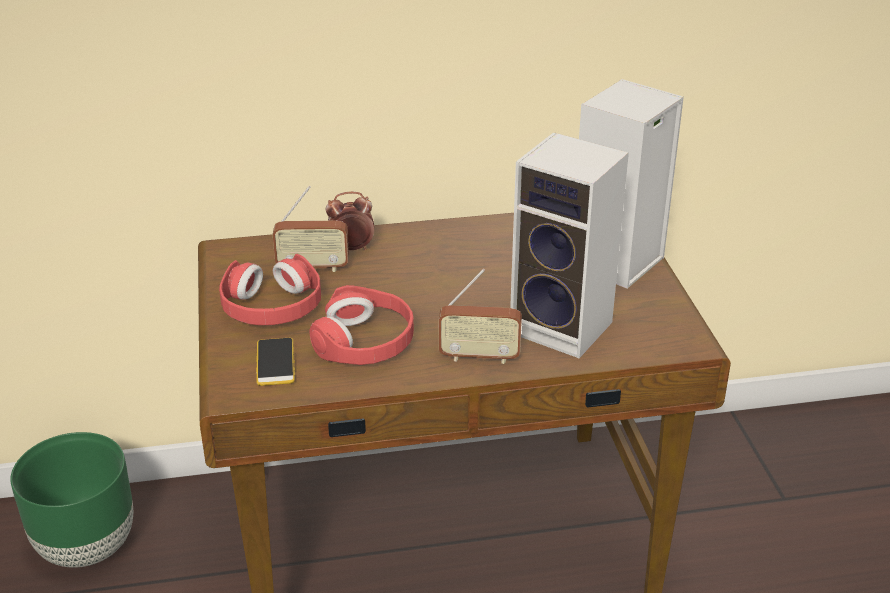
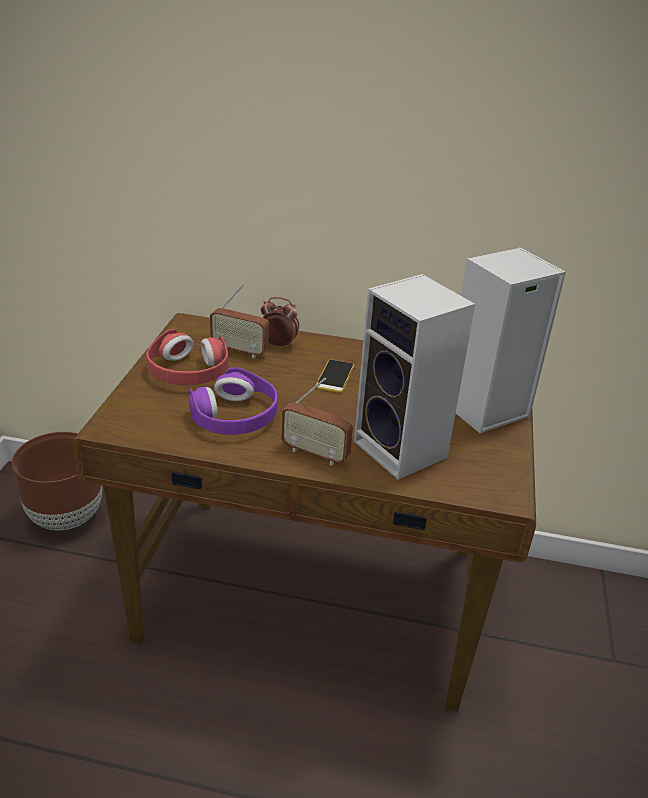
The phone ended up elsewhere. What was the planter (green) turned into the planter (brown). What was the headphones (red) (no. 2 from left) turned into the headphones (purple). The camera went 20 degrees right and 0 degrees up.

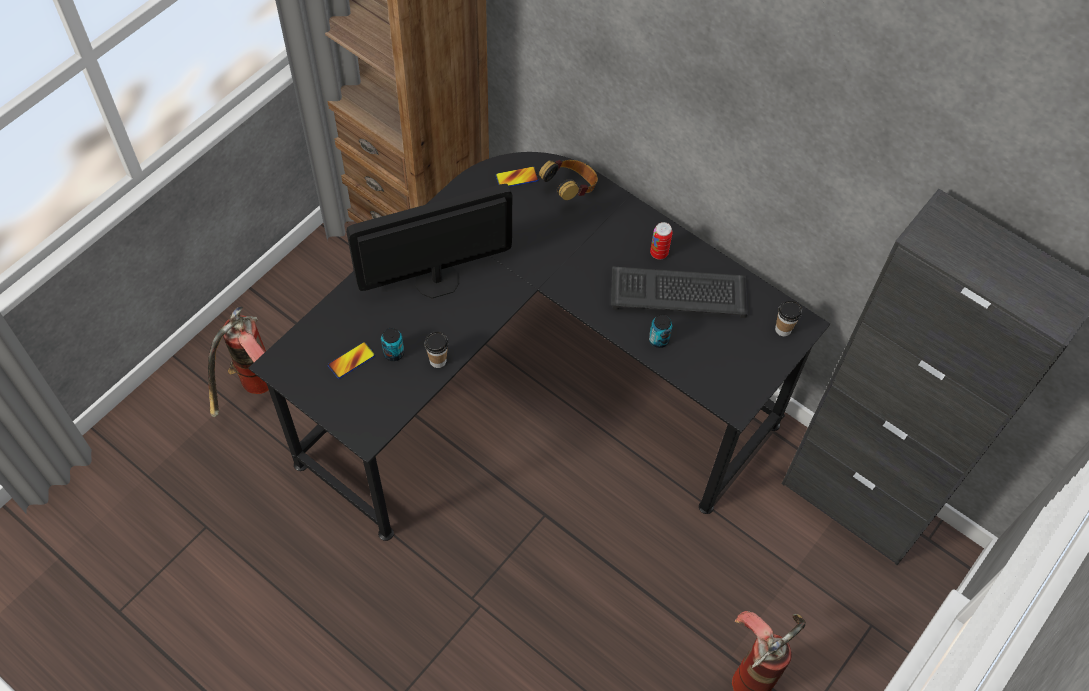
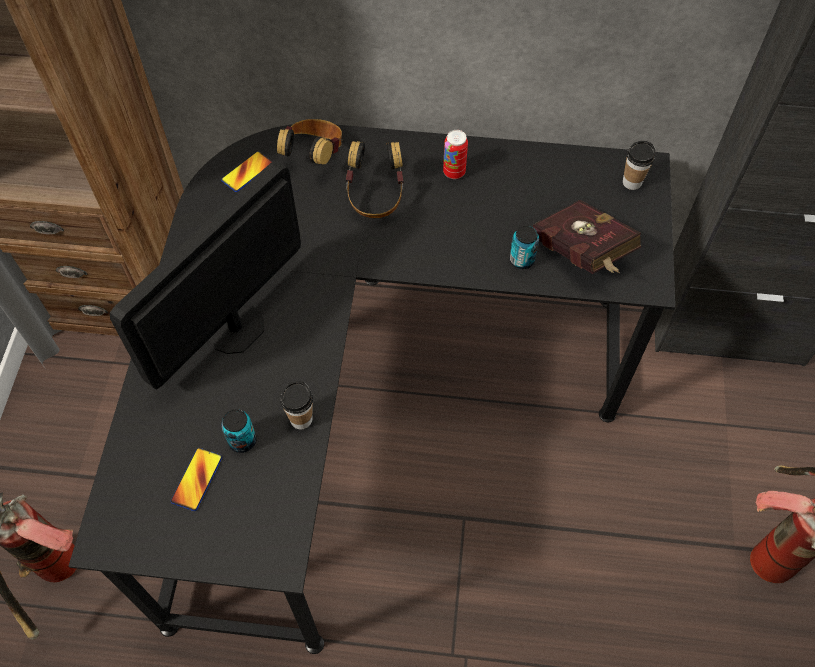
The second view lost the keyboard. The second view gained the headphones (no. 2 from left). The second view gained the book (red). The camera went 30 degrees left and 0 degrees up.

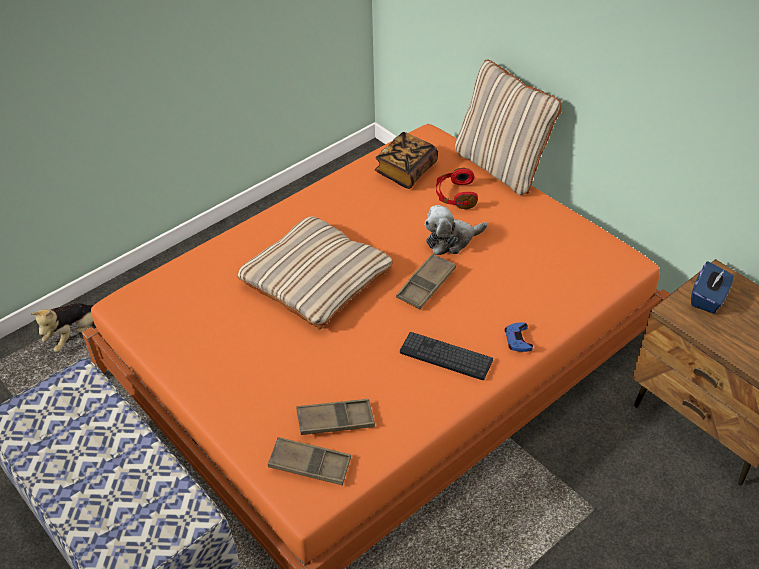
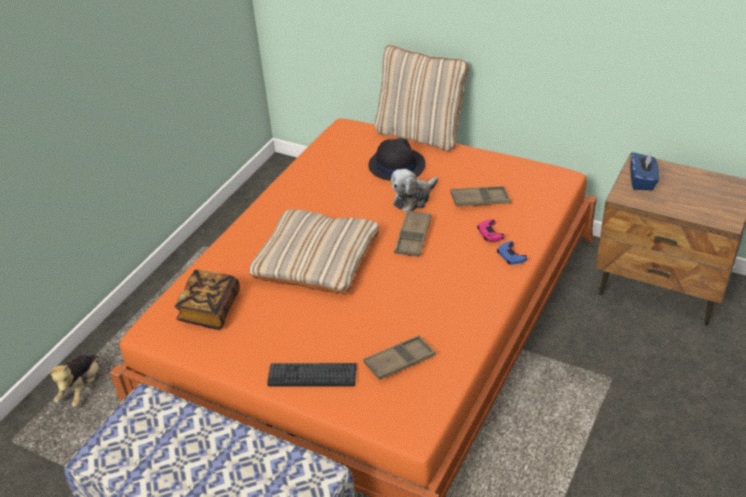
The second view gained the game controller (pink). The tray (brown) (no. 1 from left in the first image) ended up elsewhere. The book ended up elsewhere. The keyboard ended up elsewhere. Where the headphones (red) stood, the hat (black) came to stand. The camera went 20 degrees left and 5 degrees down.

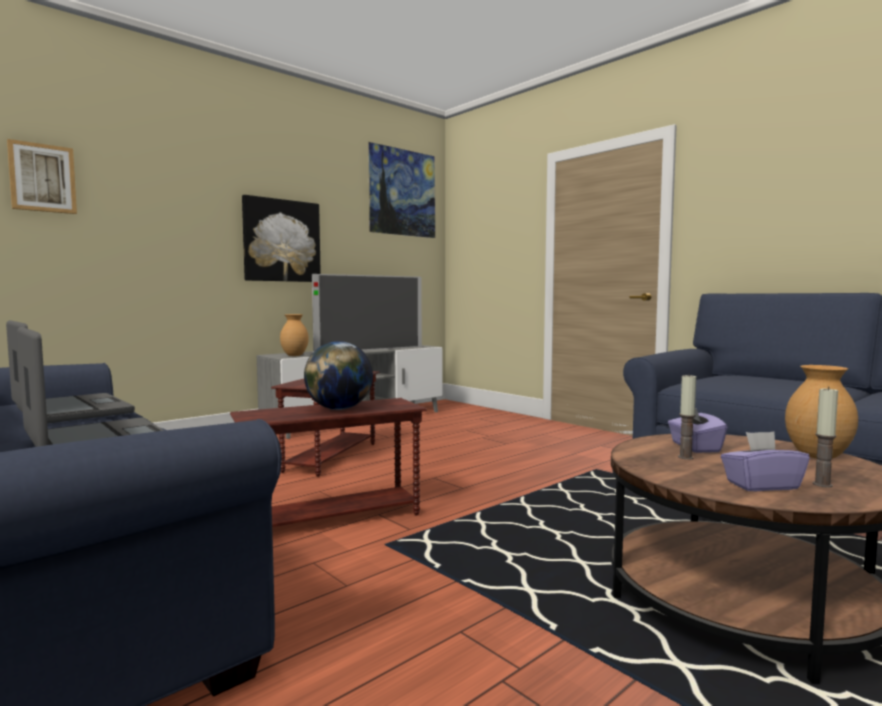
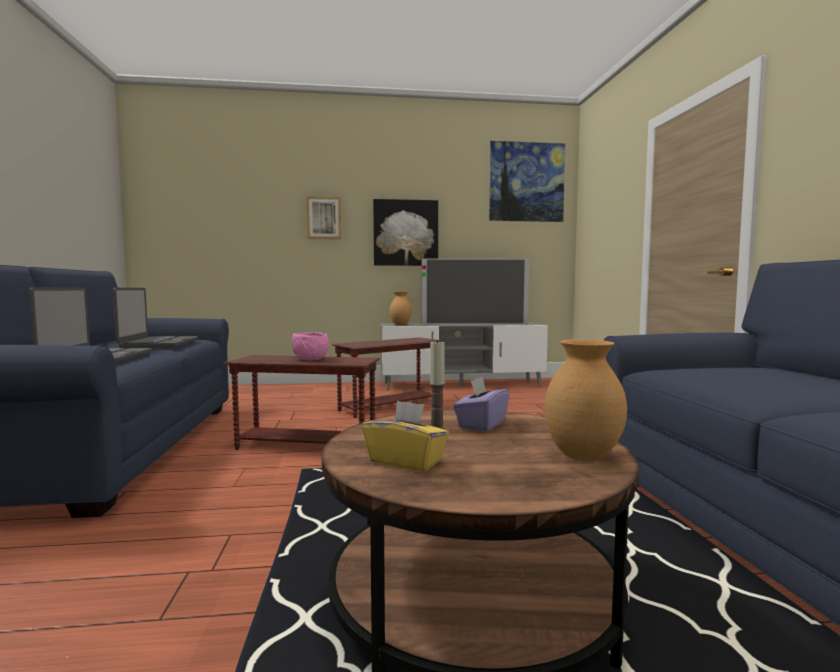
The second view lost the candle (no. 2 from left). The picture (no. 1 from left) ended up elsewhere. Where the globe stood, the bowl (pink) came to stand. What was the tissue box (purple) (no. 2 from left) turned into the tissue box (yellow). The camera went 35 degrees right and 0 degrees up.

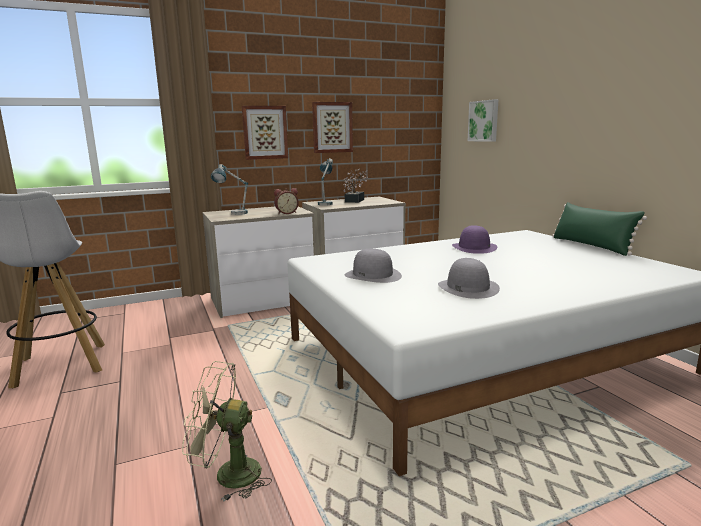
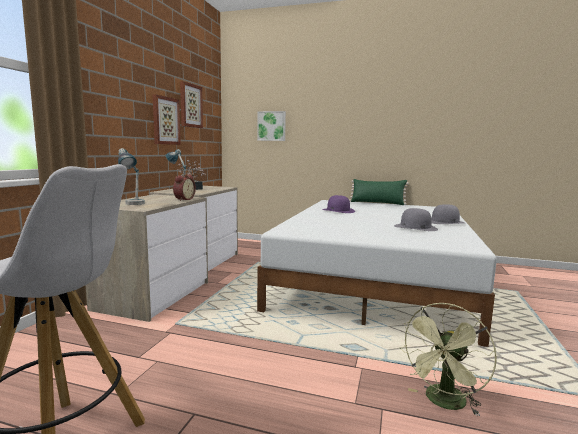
The picture (no. 1 from left in the first image) ended up elsewhere. The hat (grey) (no. 1 from left in the first image) ended up elsewhere. The camera went 50 degrees left and 5 degrees down.

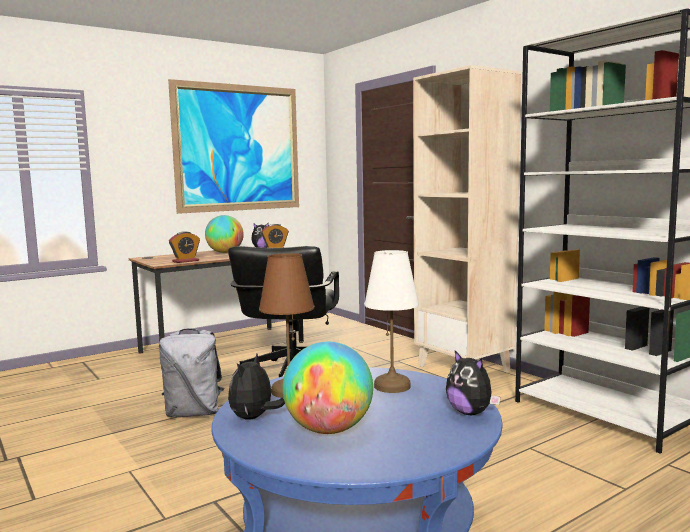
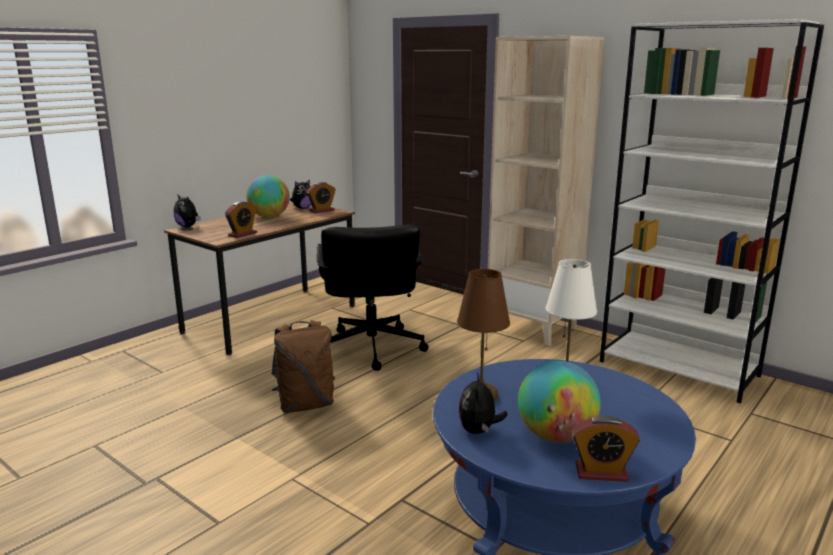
The second view lost the picture. The second view gained the alarm clock (no. 3 from left). The plush toy (no. 3 from left in the first image) ended up elsewhere. What was the backpack (grey) turned into the backpack (brown). The camera went 15 degrees left and 10 degrees up.

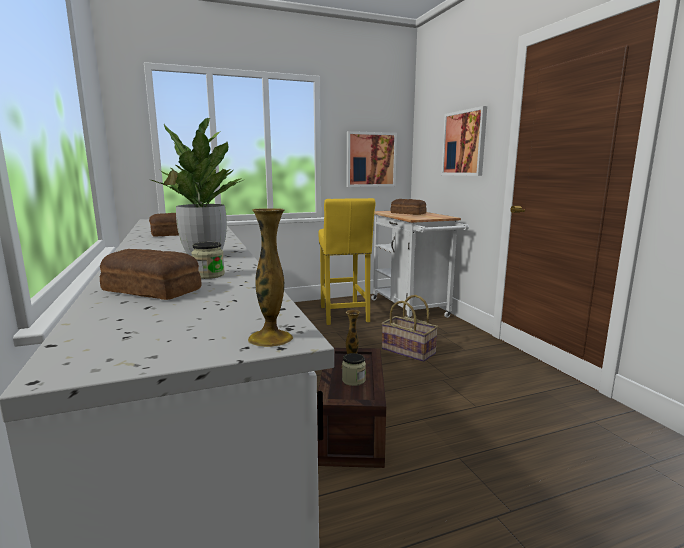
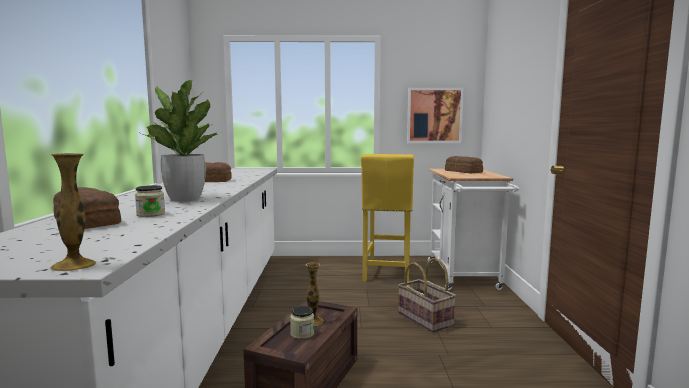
The second view lost the picture (no. 2 from left). The camera went 20 degrees right and 5 degrees down.

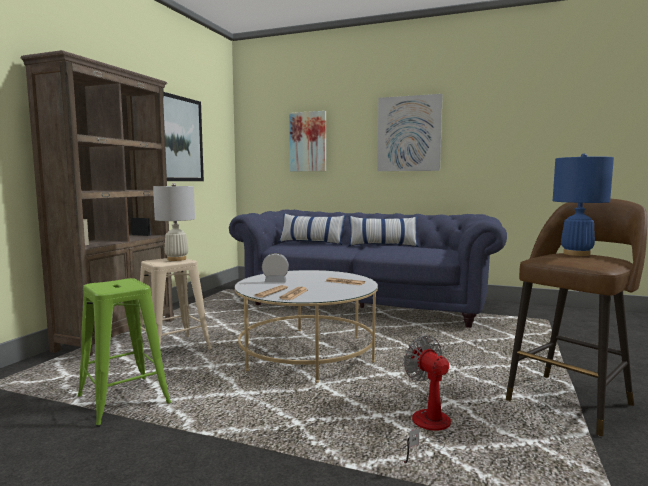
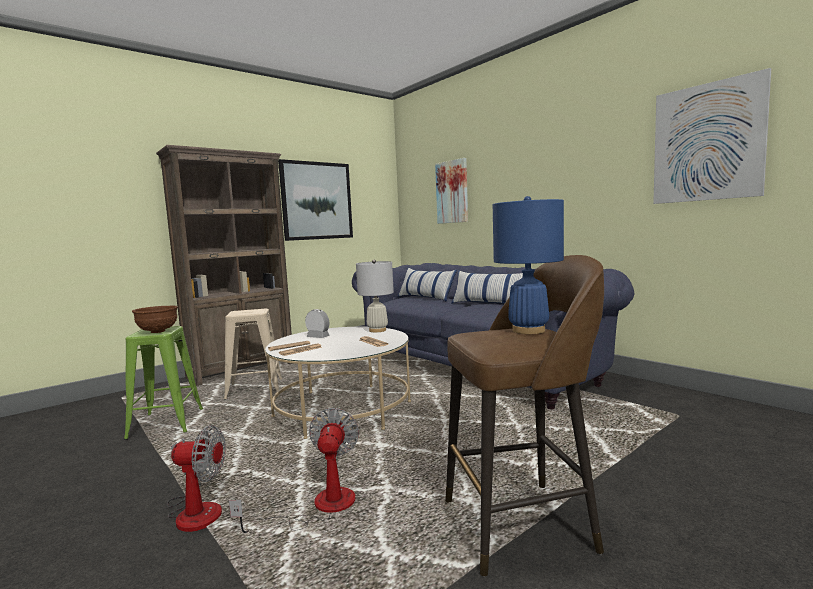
The second view gained the bowl (brown). The second view gained the fan (no. 1 from left). The table lamp (white) ended up elsewhere. The picture (no. 3 from left) ended up elsewhere. The camera went 30 degrees right and 0 degrees up.

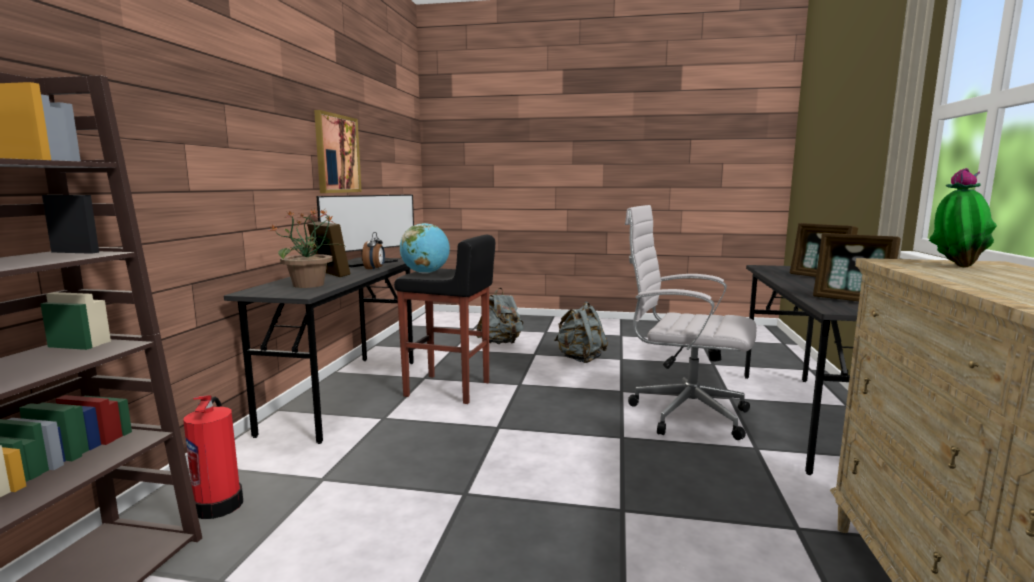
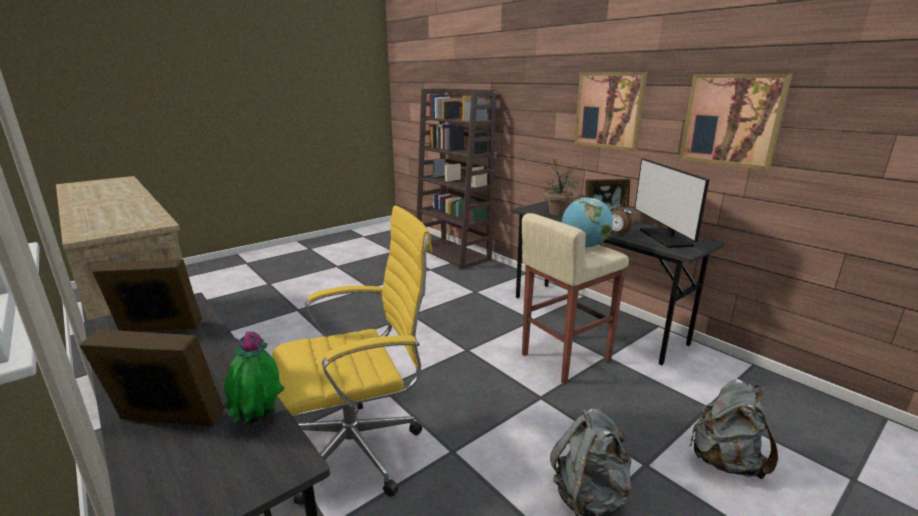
The second view lost the fire extinguisher. The second view gained the picture (no. 1 from left). The potted plant (no. 2 from left in the first image) ended up elsewhere. What was the stool (black) turned into the stool (beige). What was the office chair (white) turned into the office chair (yellow). The camera went 130 degrees right and 10 degrees up.

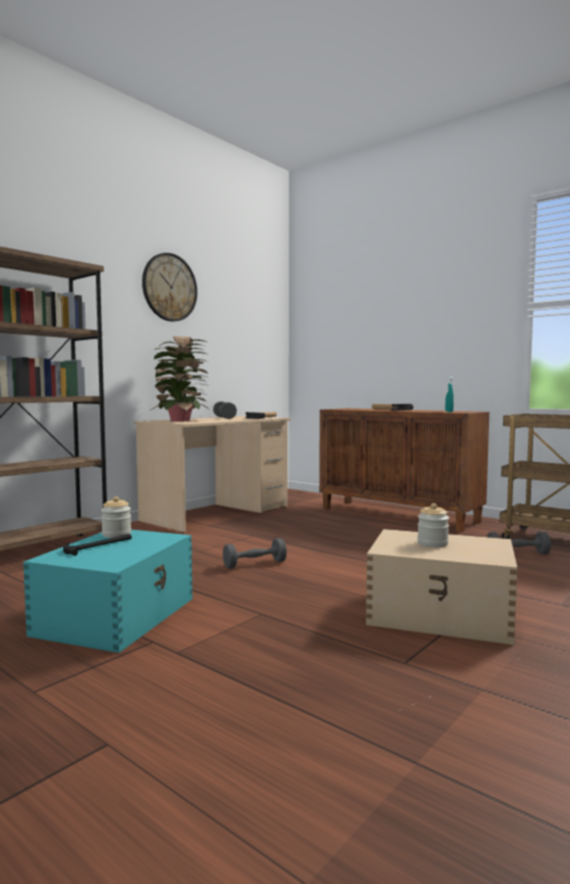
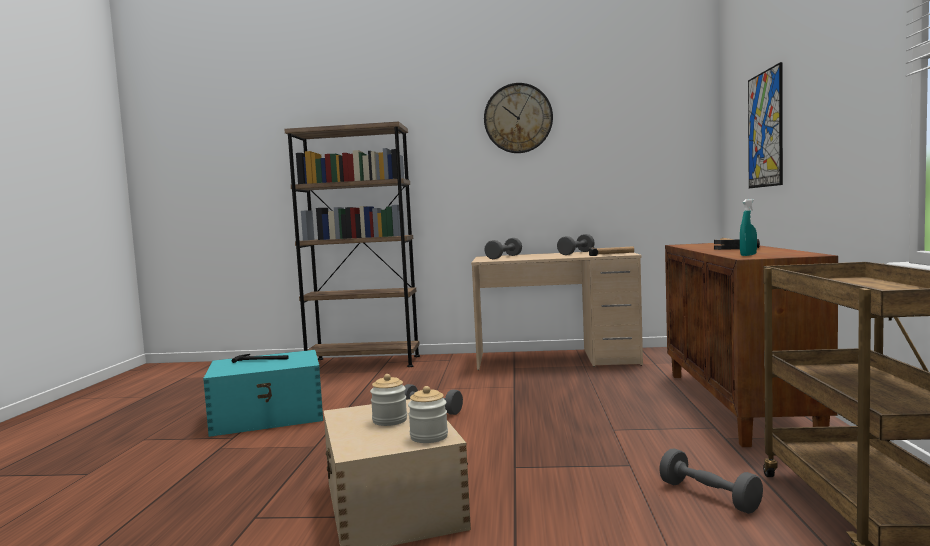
The second view gained the picture. The jar (no. 1 from left in the first image) ended up elsewhere. Where the potted plant stood, the dumbbell (grey) (no. 2 from left) came to stand. The camera went 55 degrees right and 0 degrees up.

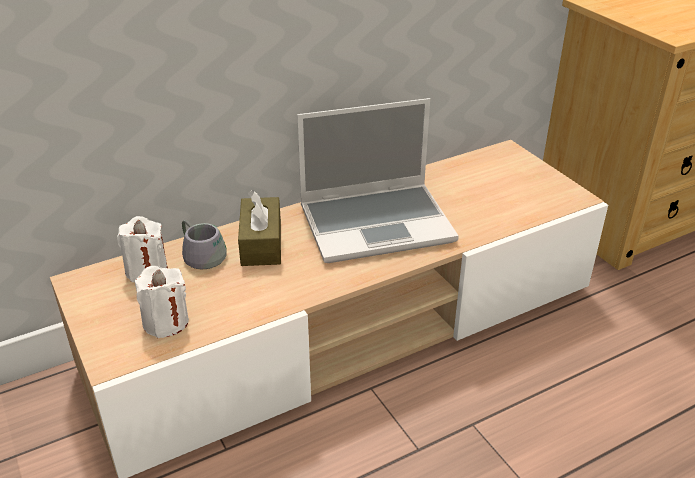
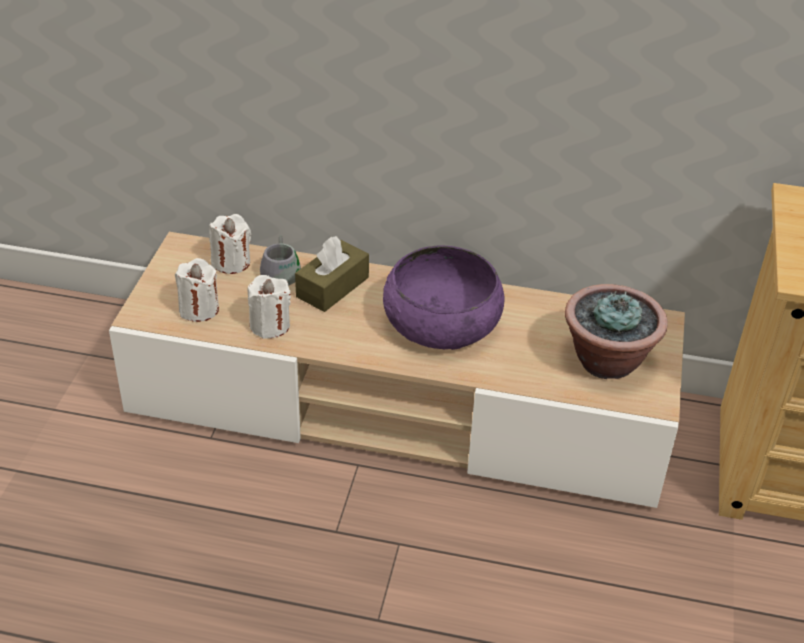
The second view gained the candle (white) (no. 3 from left). The second view gained the potted plant. Where the laptop stood, the bowl (purple) came to stand. The camera went 40 degrees right and 5 degrees up.

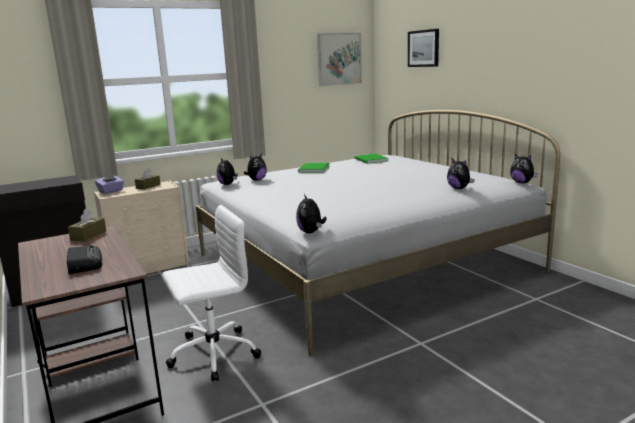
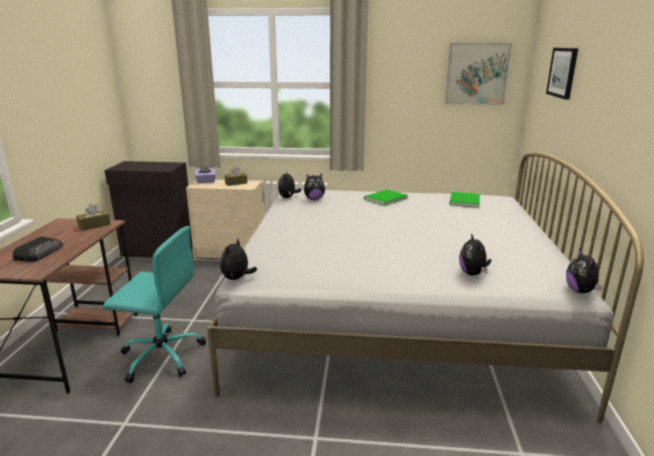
What was the office chair (white) turned into the office chair (turquoise). The camera went 35 degrees right and 5 degrees up.

